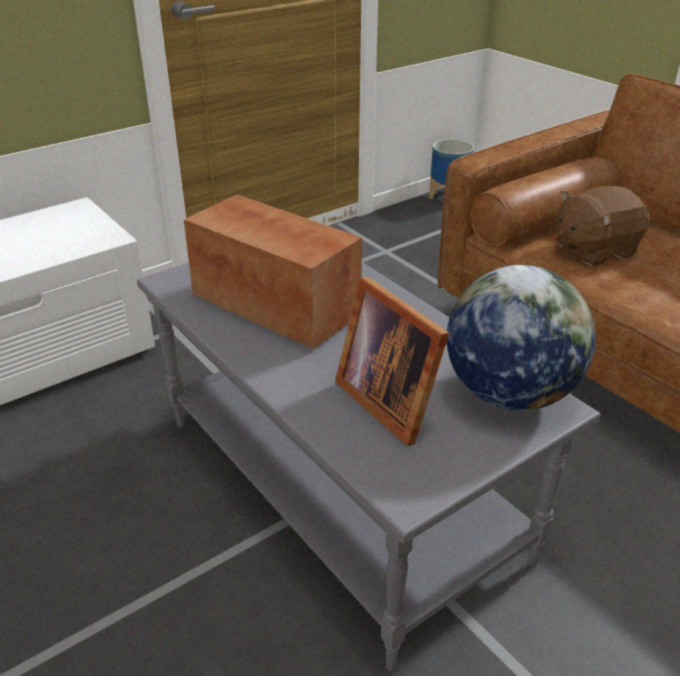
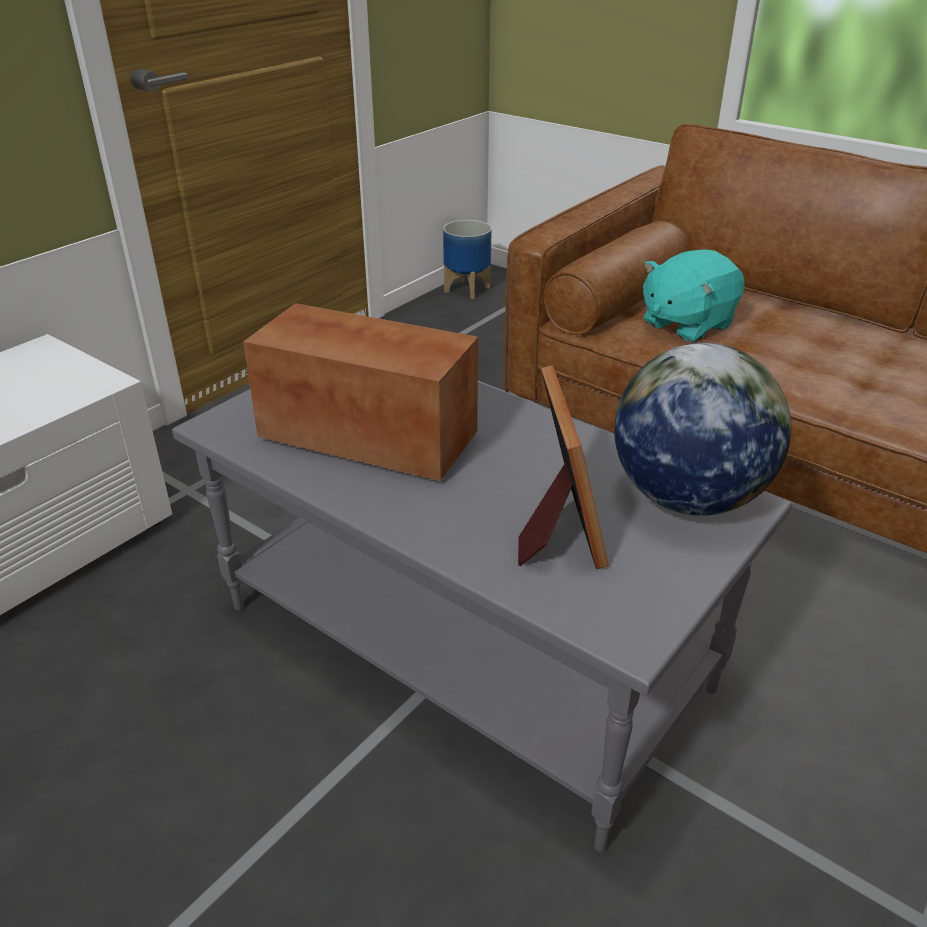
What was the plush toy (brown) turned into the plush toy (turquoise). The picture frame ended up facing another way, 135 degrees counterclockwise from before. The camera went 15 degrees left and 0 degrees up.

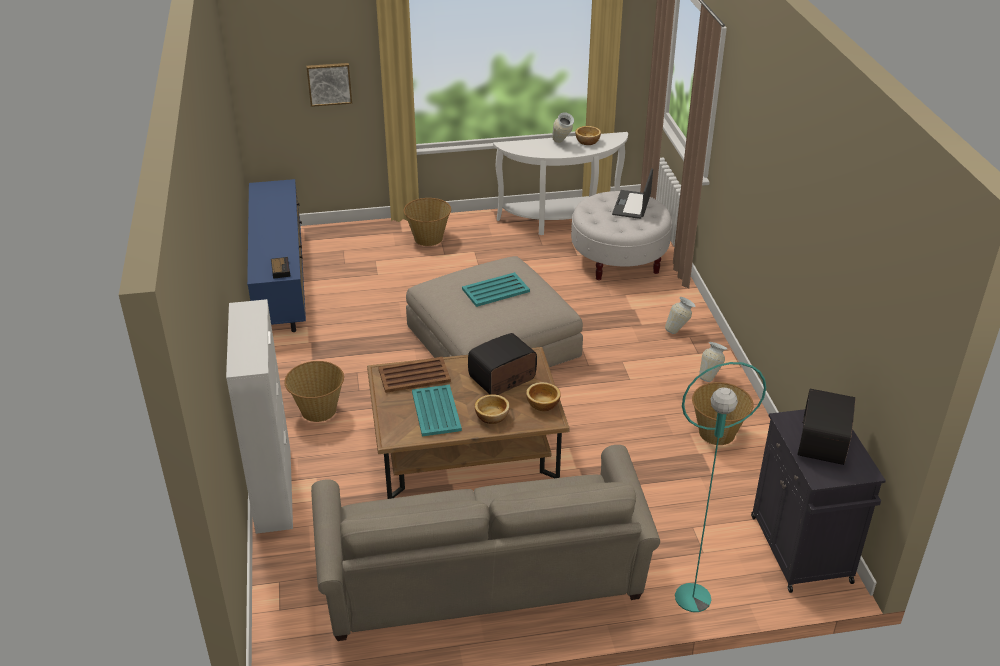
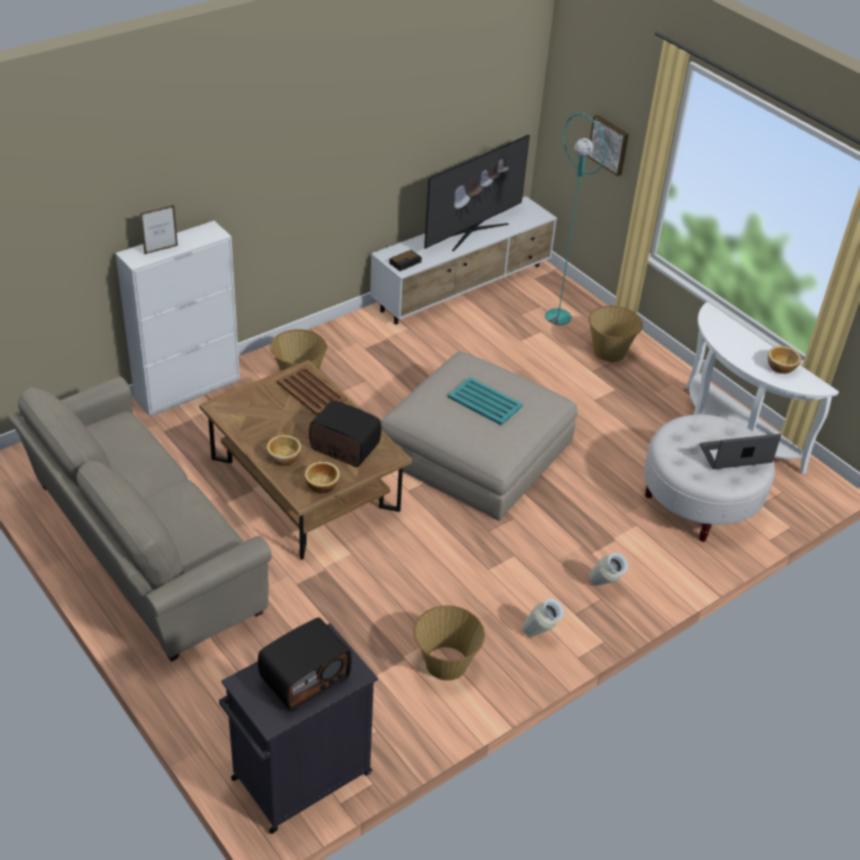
The second view lost the tray (turquoise) (no. 1 from left). The second view lost the vase (no. 1 from left). The second view gained the picture frame. The second view gained the television. The floor lamp (turquoise) ended up elsewhere. What was the tv stand (blue) turned into the tv stand (white). The radio (no. 2 from left in the first image) ended up facing another way, 150 degrees clockwise from before. The camera went 60 degrees right and 5 degrees up.

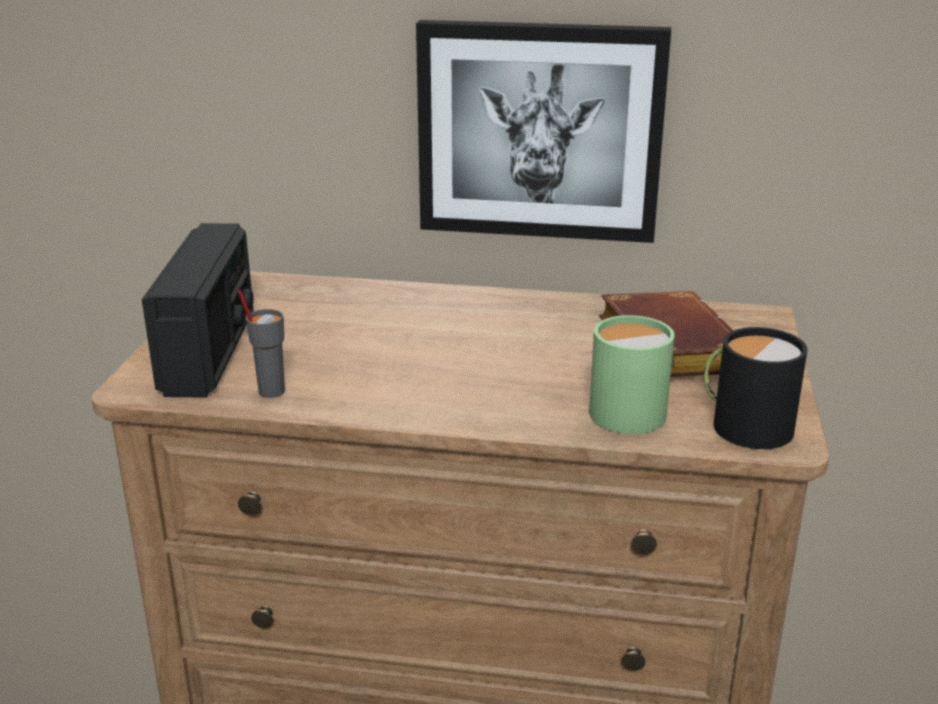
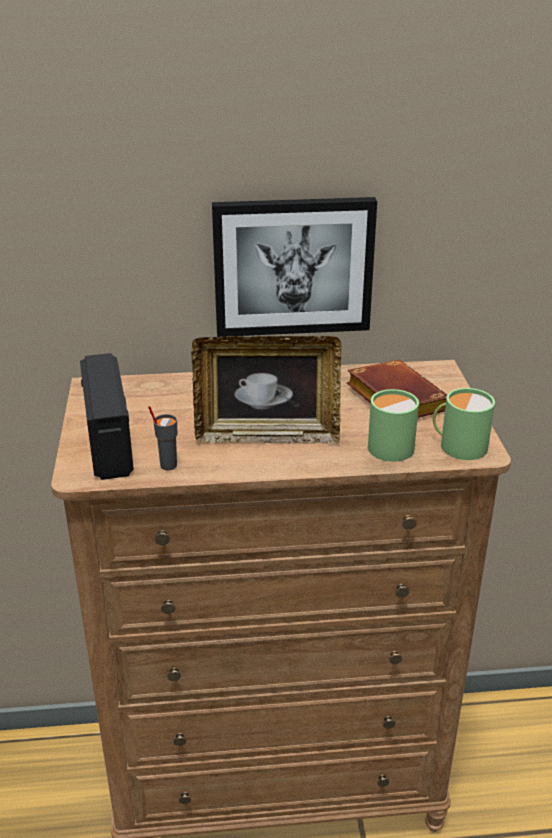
The second view gained the picture frame. What was the mug (black) turned into the mug (green) (no. 2 from left). The camera went 15 degrees left and 5 degrees up.

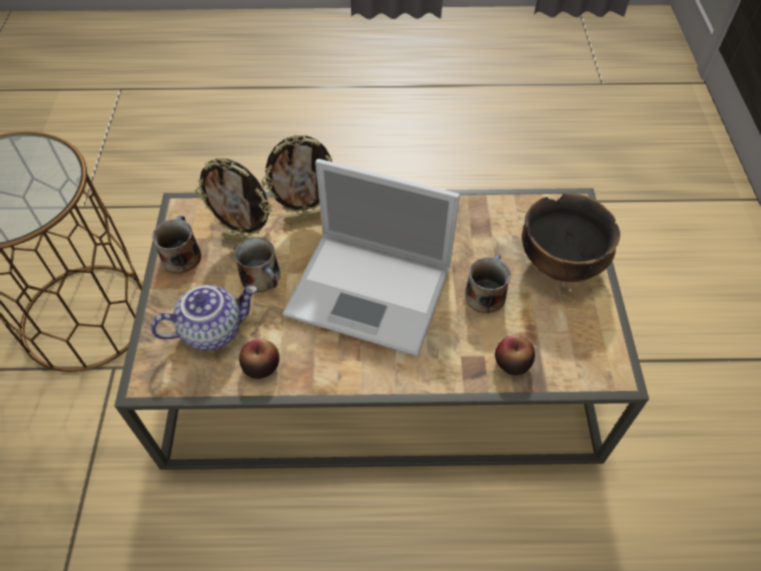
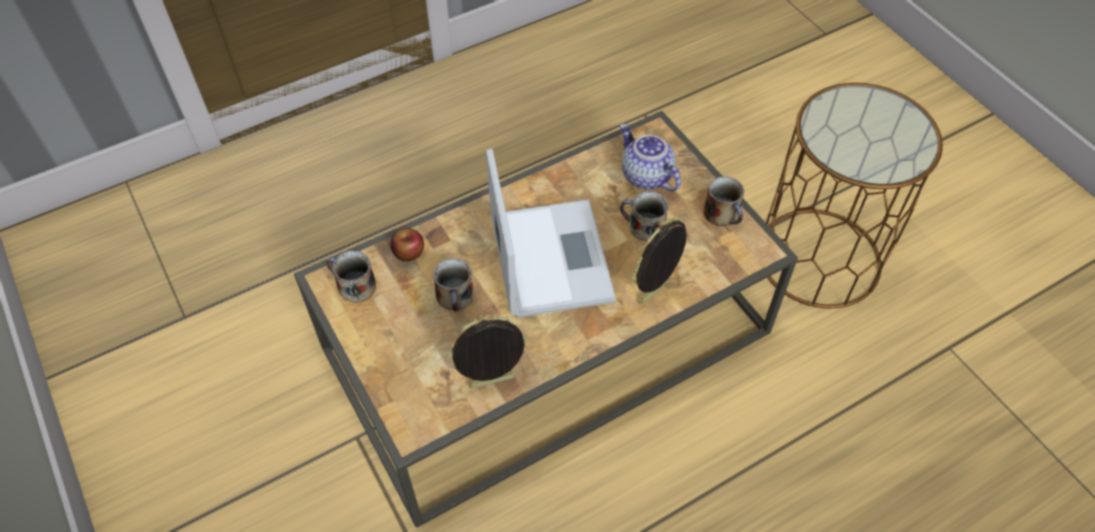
The second view lost the apple (no. 1 from left). The second view lost the bowl. The second view gained the mug (no. 1 from left). The picture frame (no. 1 from left) ended up elsewhere. The teapot ended up facing another way, 105 degrees clockwise from before. The laptop ended up facing another way, 90 degrees clockwise from before. The camera went 150 degrees right and 0 degrees up.

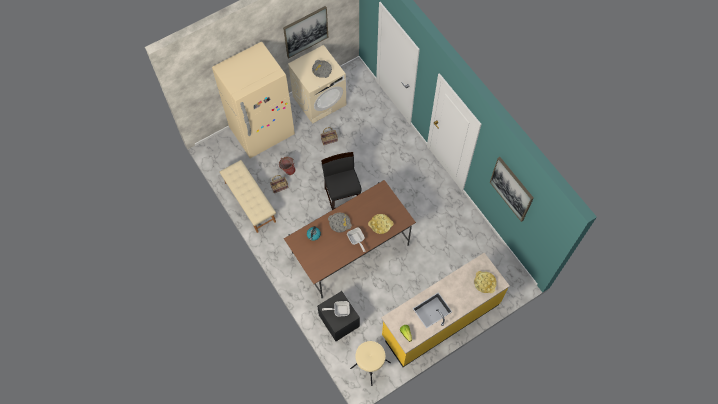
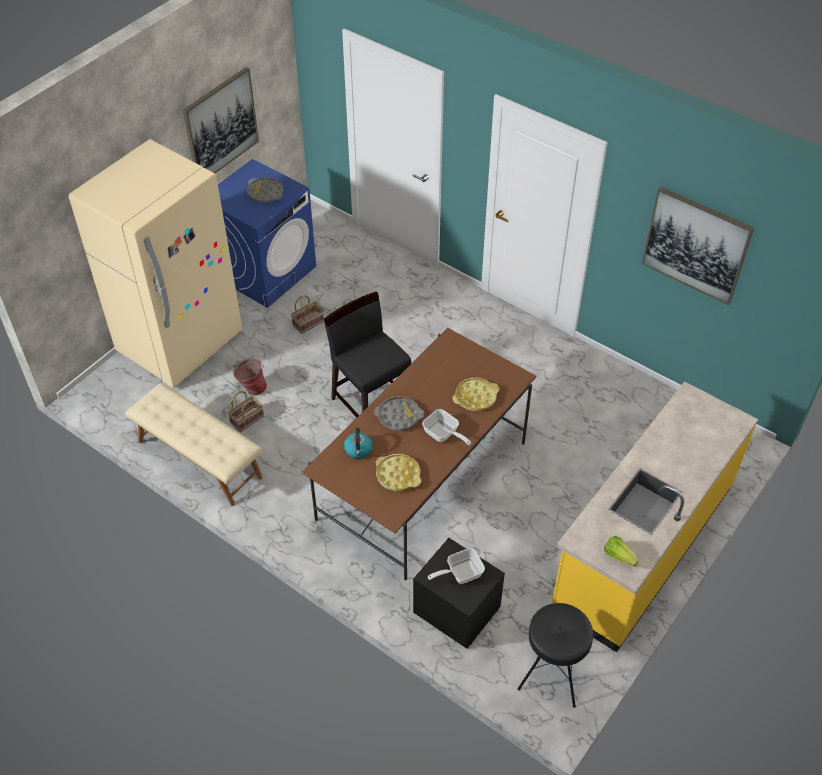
The tray (yellow) (no. 2 from left in the first image) ended up elsewhere. What was the washing machine (beige) turned into the washing machine (blue). What was the stool (beige) turned into the stool (black). The camera went 20 degrees left and 15 degrees down.

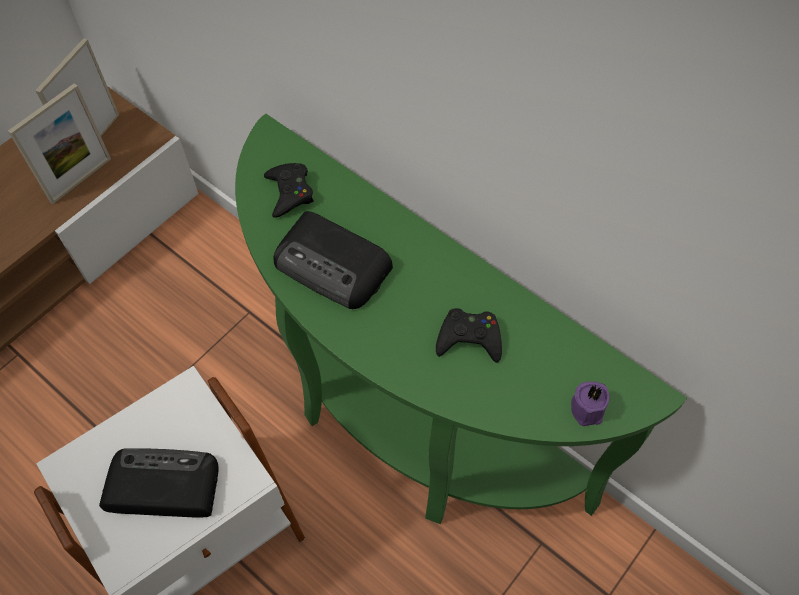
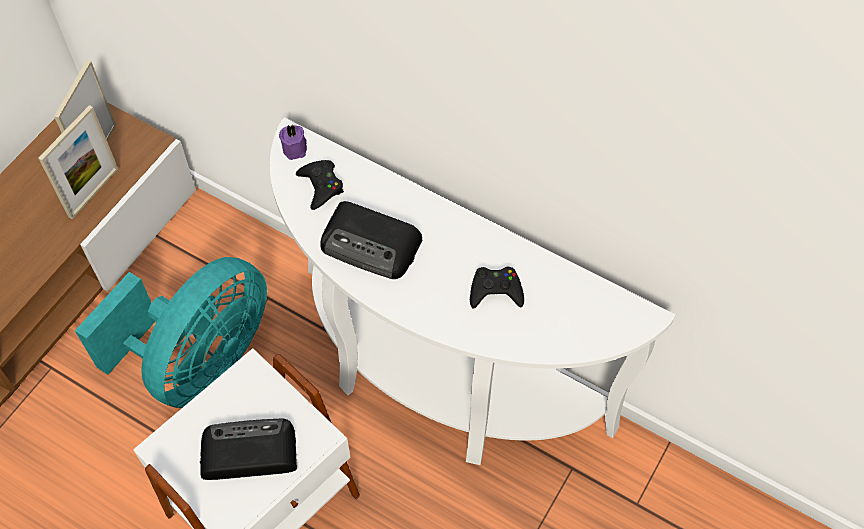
The second view gained the fan (turquoise). The candle (purple) ended up elsewhere. What was the console table (green) turned into the console table (white). The camera went 10 degrees left and 0 degrees up.

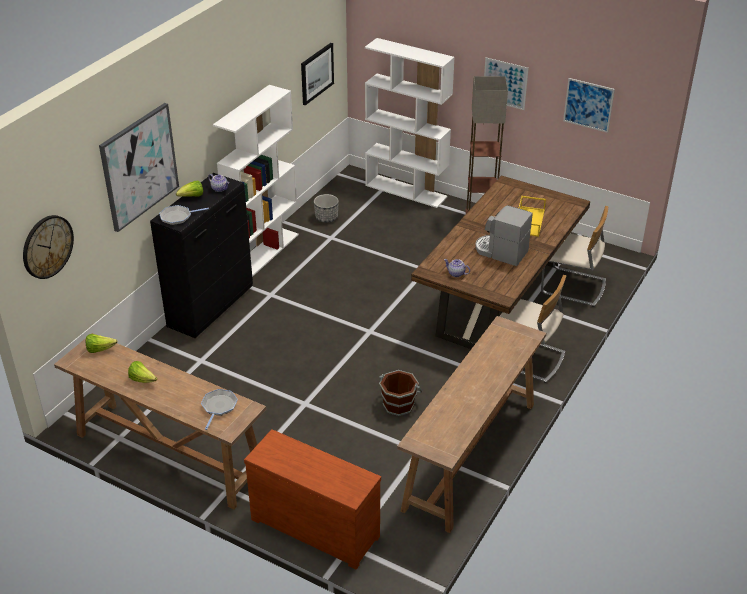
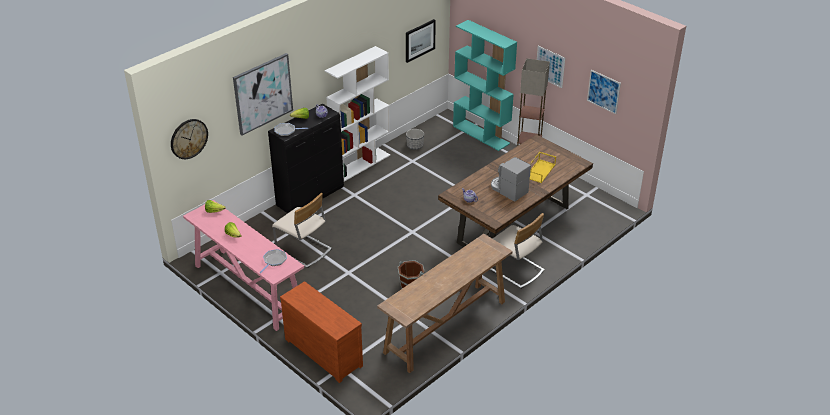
The chair (beige) (no. 2 from left in the first image) ended up elsewhere. What was the console table (brown) (no. 1 from left) turned into the console table (pink). What was the bookcase (white) (no. 2 from left) turned into the bookcase (turquoise). The camera went 15 degrees right and 0 degrees up.

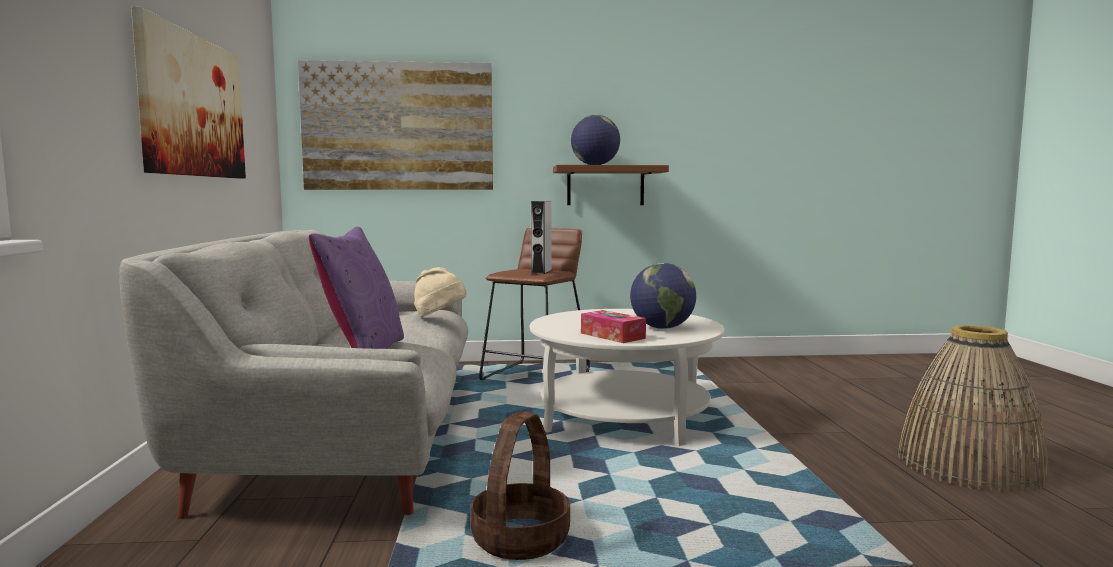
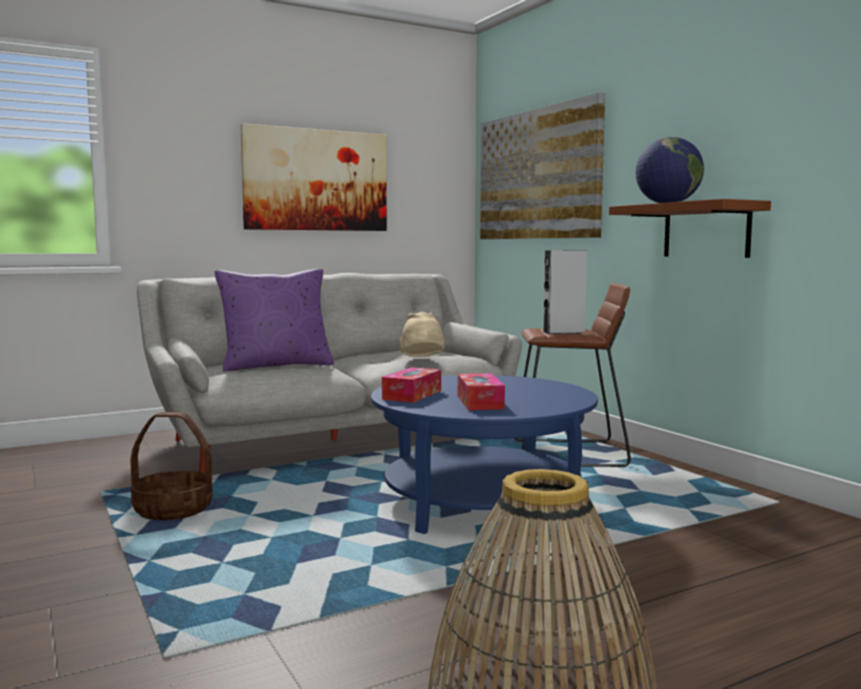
Where the globe (no. 2 from left) stood, the tissue box (no. 2 from left) came to stand. What was the coffee table (white) turned into the coffee table (blue). The camera went 65 degrees right and 0 degrees up.

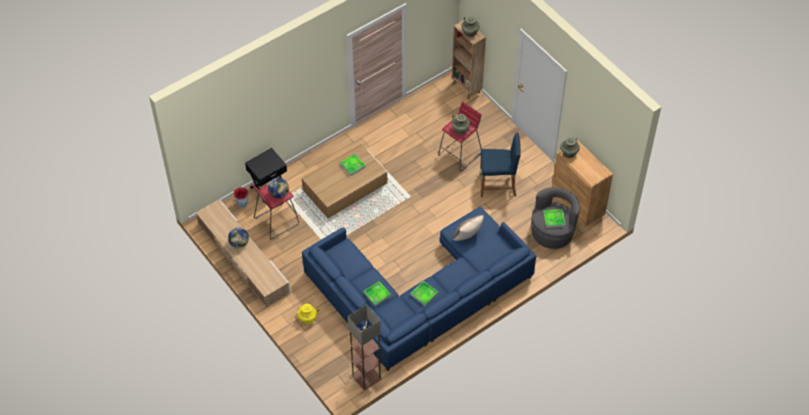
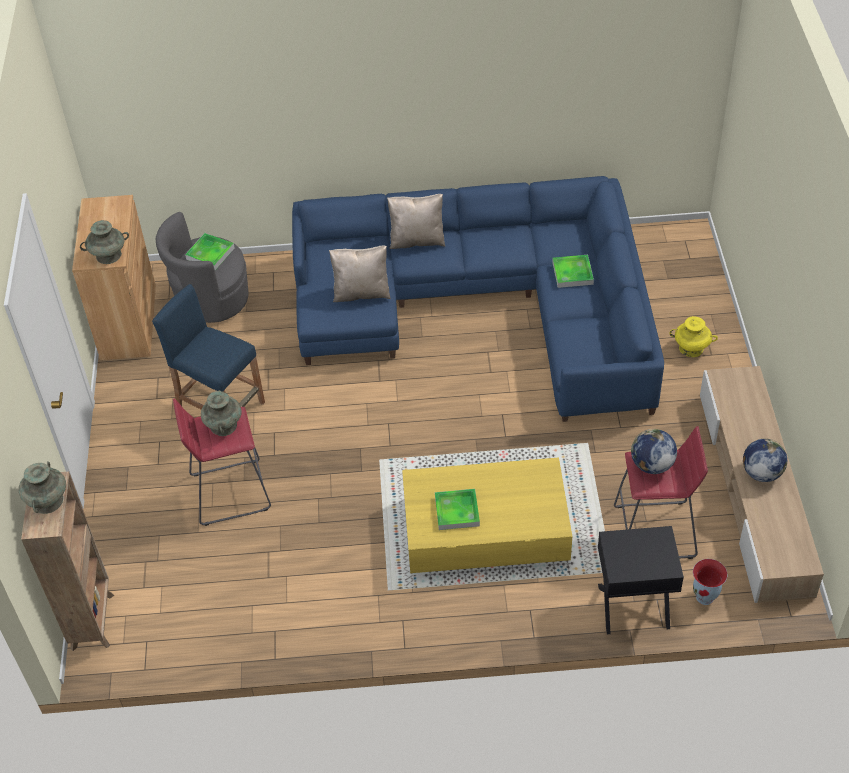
The second view lost the floor lamp. The second view lost the tray (no. 3 from left). The second view gained the pillow (beige) (no. 2 from left). What was the coffee table (brown) turned into the coffee table (yellow). The camera went 145 degrees left and 5 degrees down.

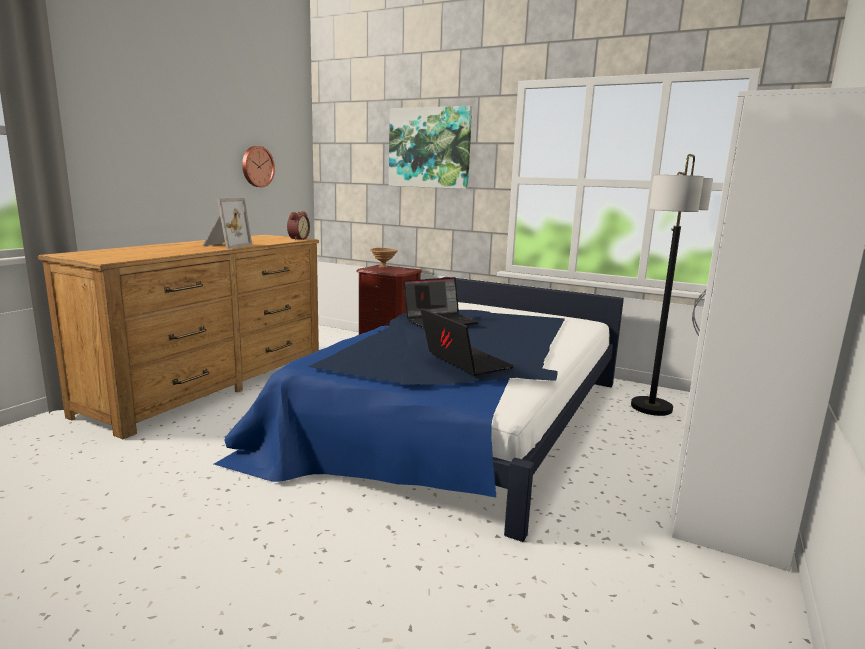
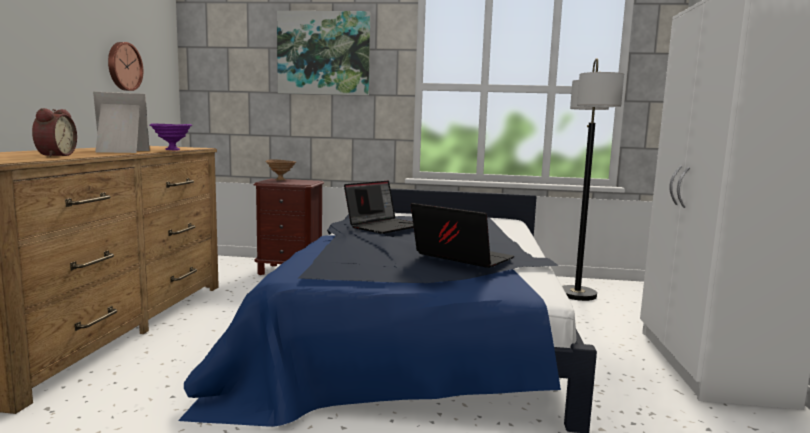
The second view gained the bowl (purple). The alarm clock ended up elsewhere. The picture frame ended up facing another way, 105 degrees counterclockwise from before. The camera went 20 degrees left and 5 degrees down.

